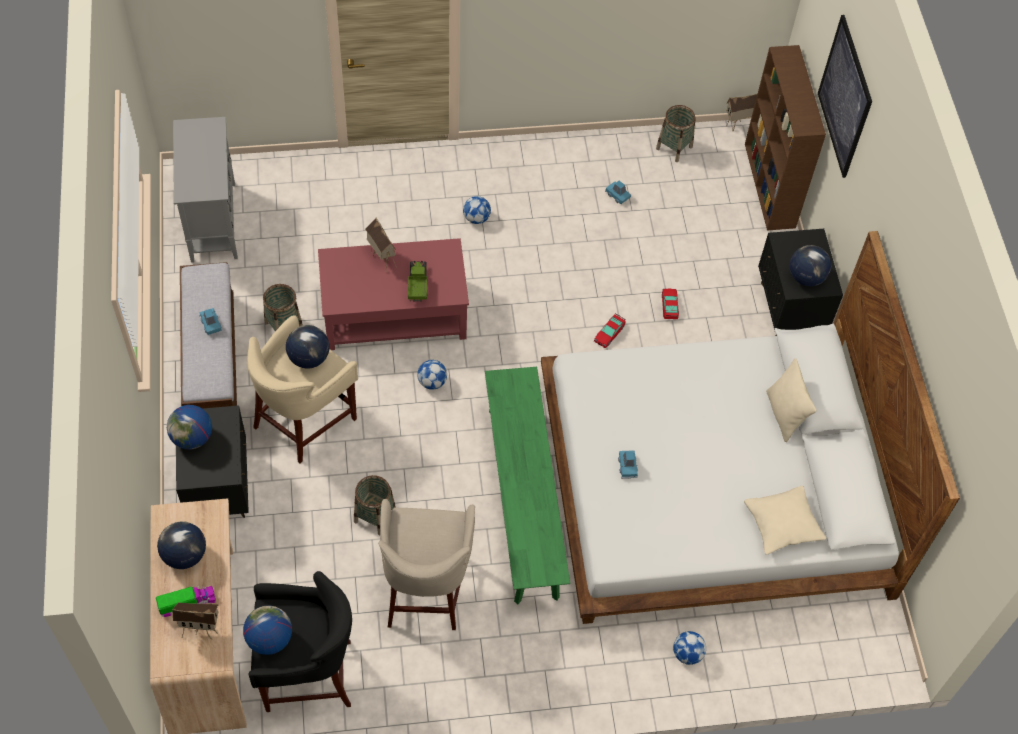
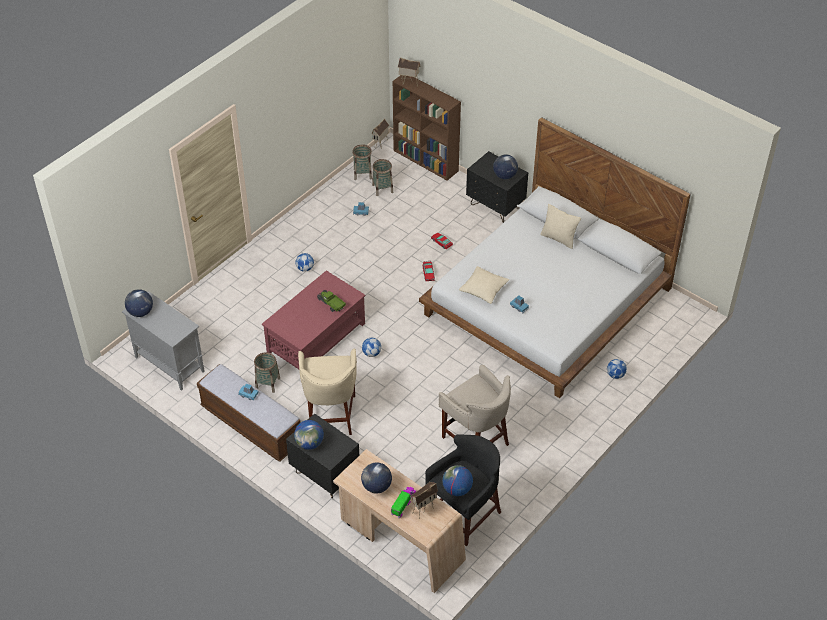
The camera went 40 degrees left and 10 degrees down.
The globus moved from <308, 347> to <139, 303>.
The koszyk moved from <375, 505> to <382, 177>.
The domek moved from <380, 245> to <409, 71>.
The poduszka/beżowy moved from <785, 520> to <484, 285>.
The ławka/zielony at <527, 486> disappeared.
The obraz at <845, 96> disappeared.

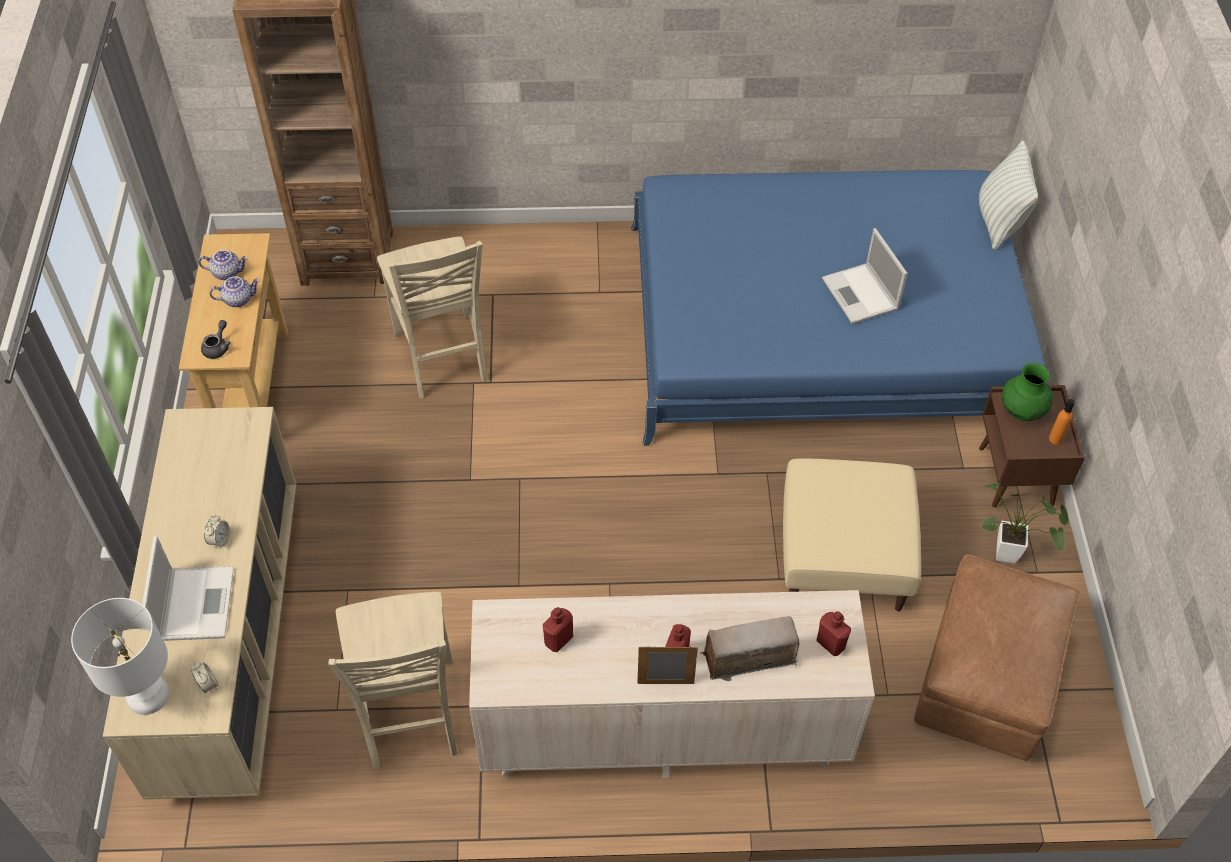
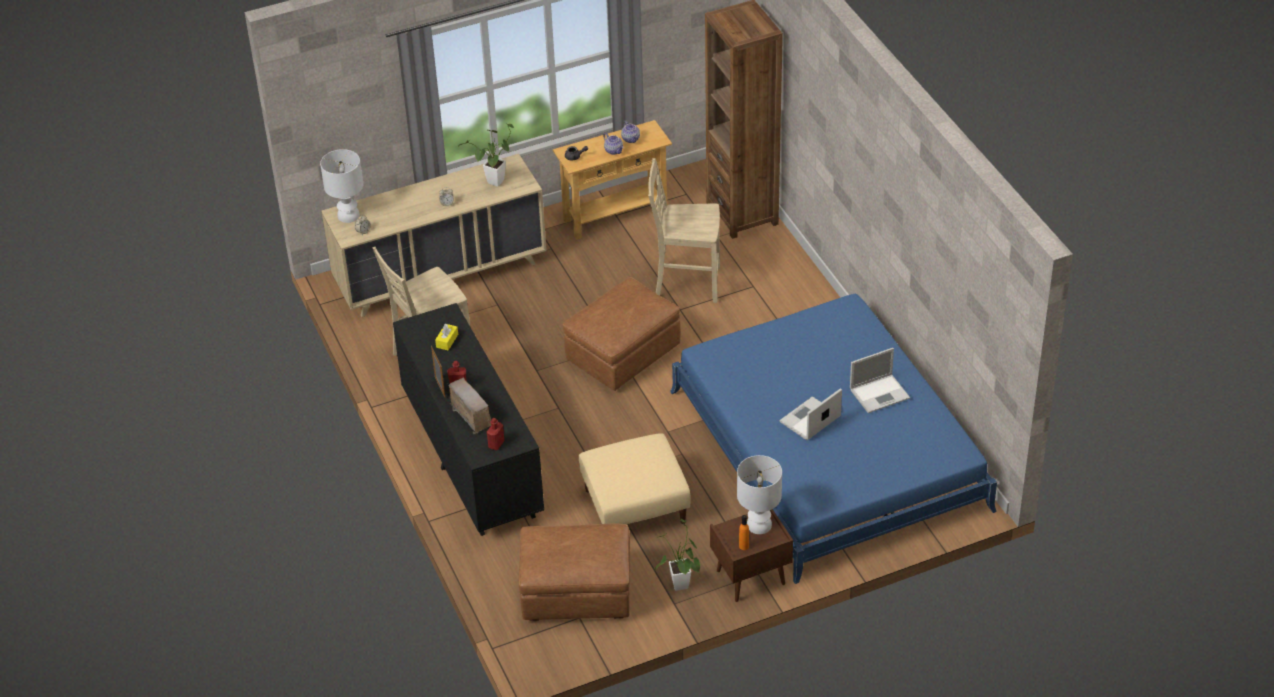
The camera went 70 degrees right and 10 degrees down.
The komoda/beżowy at <672, 684> became the komoda/czarny at <468, 419>.
The butelka/czerwony at <558, 629> was replaced by the pudełko chusteczek/żółty at <446, 337>.
The roślina doniczkowa at <486, 155> appeared.
The pufa/brązowy at <622, 334> appeared.
The krzesło/beżowy at <432, 317> turned 45 degrees clockwise.
The wazon/zielony at <1027, 392> was replaced by the lampa stołowa/biały at <759, 494>.
The laptop moved from <188, 588> to <880, 380>.
The poduszka at <1008, 195> disappeared.

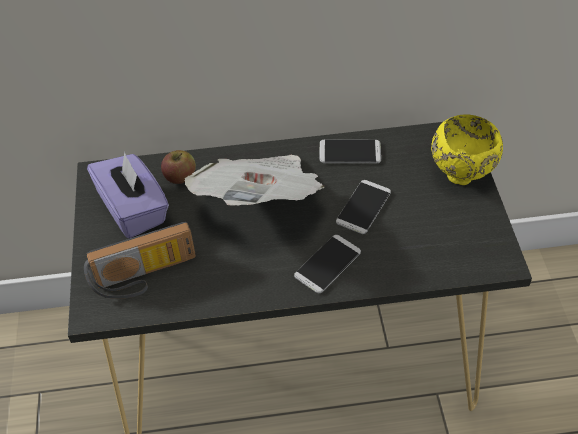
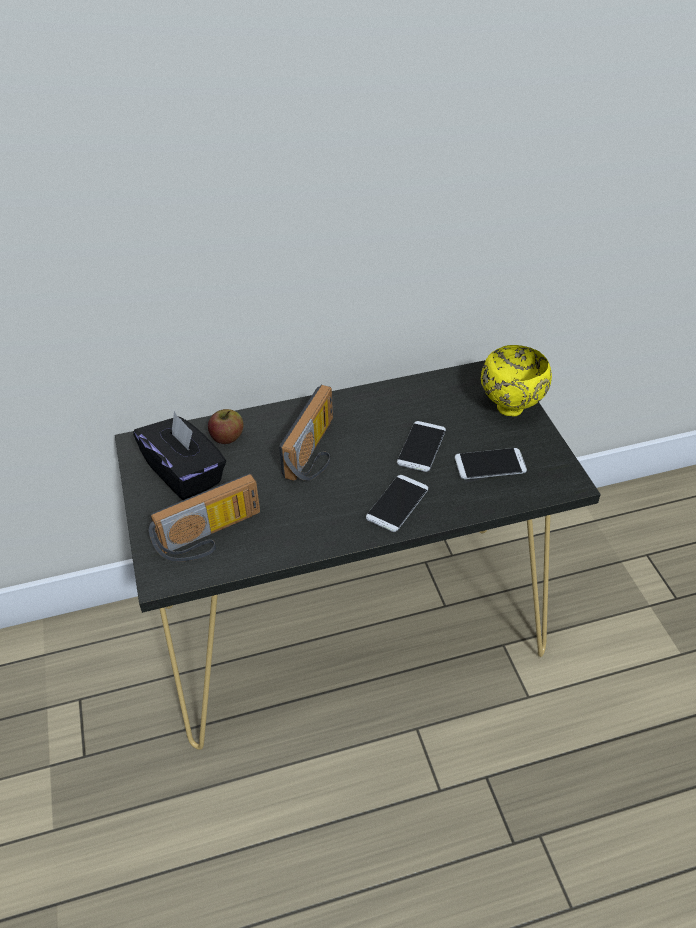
The camera went 10 degrees left and 5 degrees down.
The pudełko chusteczek/fioletowy at <128, 195> became the pudełko chusteczek/czarny at <179, 455>.
The gazeta at <254, 180> was replaced by the radio at <306, 433>.
The telefon moved from <350, 151> to <491, 463>.

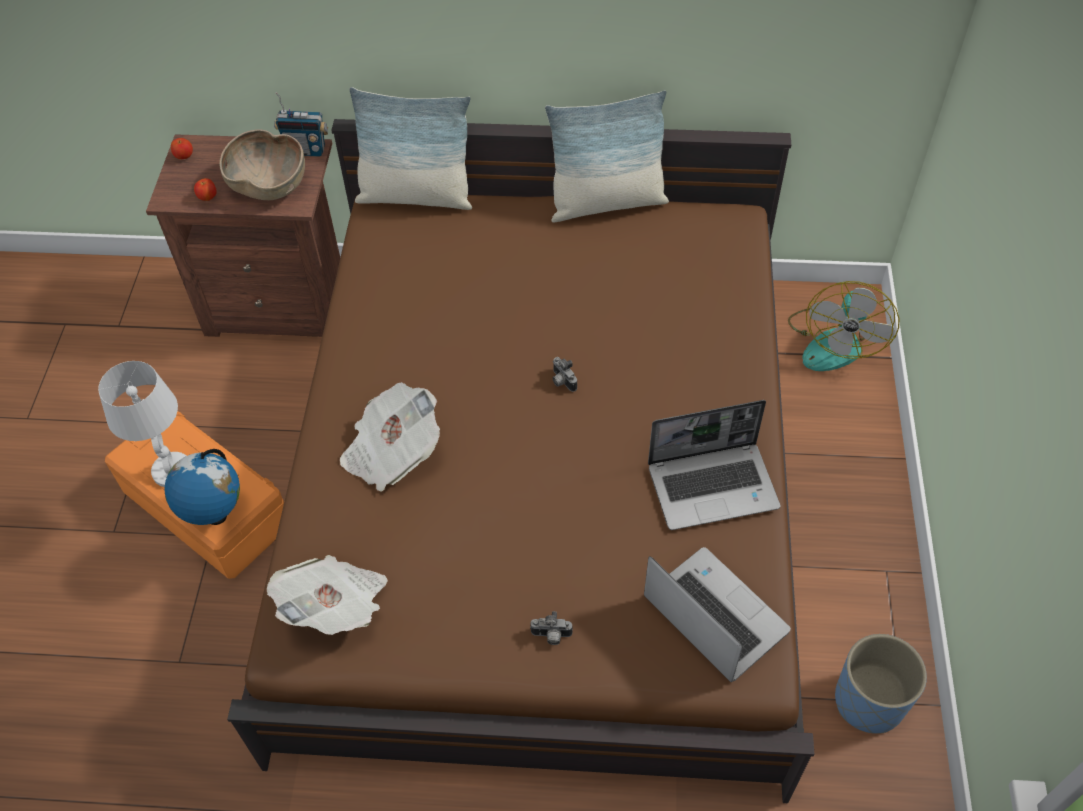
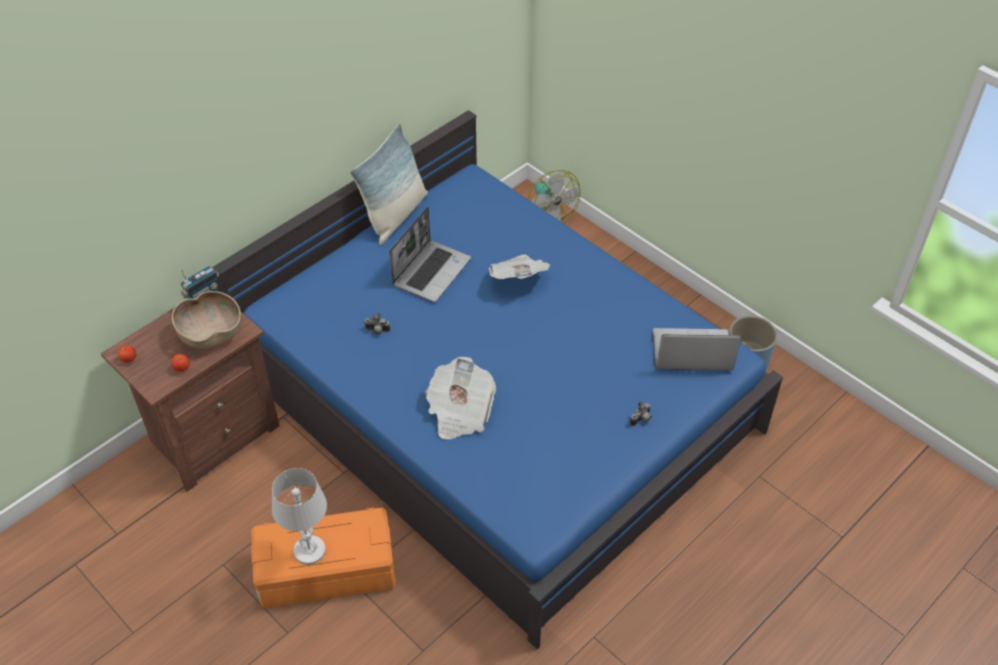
The camera went 50 degrees left and 5 degrees down.
The łóżko/brązowy at <520, 461> became the łóżko/niebieski at <497, 379>.
The aparat fotograficzny moved from <564, 374> to <377, 324>.
The laptop moved from <714, 465> to <430, 254>.
The gazeta moved from <327, 595> to <519, 267>.
The globus at <202, 487> disappeared.
The poduszka at <411, 148> disappeared.

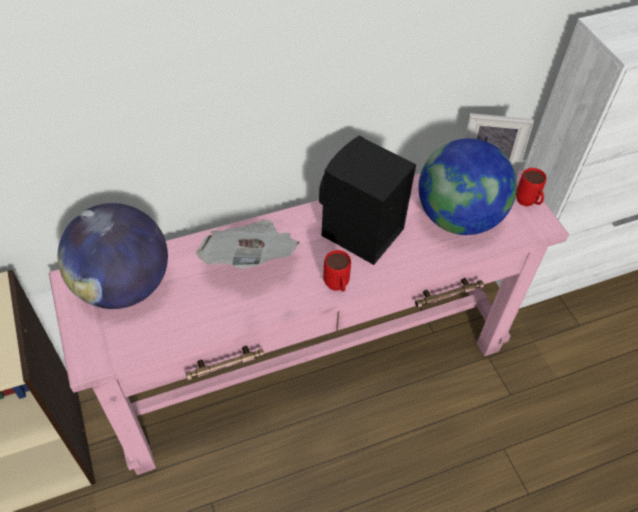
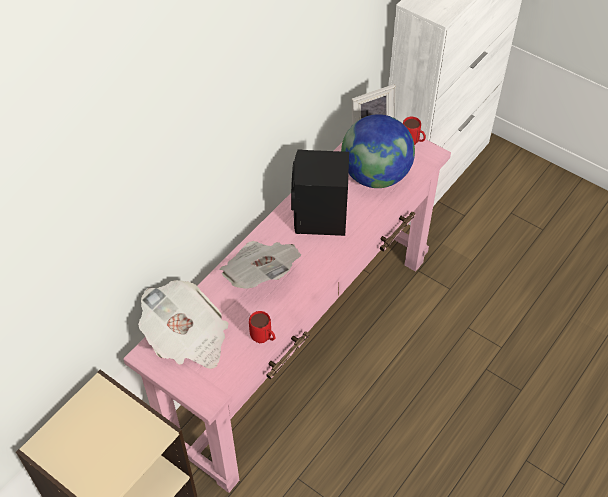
The camera went 30 degrees left and 0 degrees up.
The globus at <113, 256> was replaced by the gazeta at <183, 324>.
The kubek/czerwony moved from <337, 271> to <262, 327>.

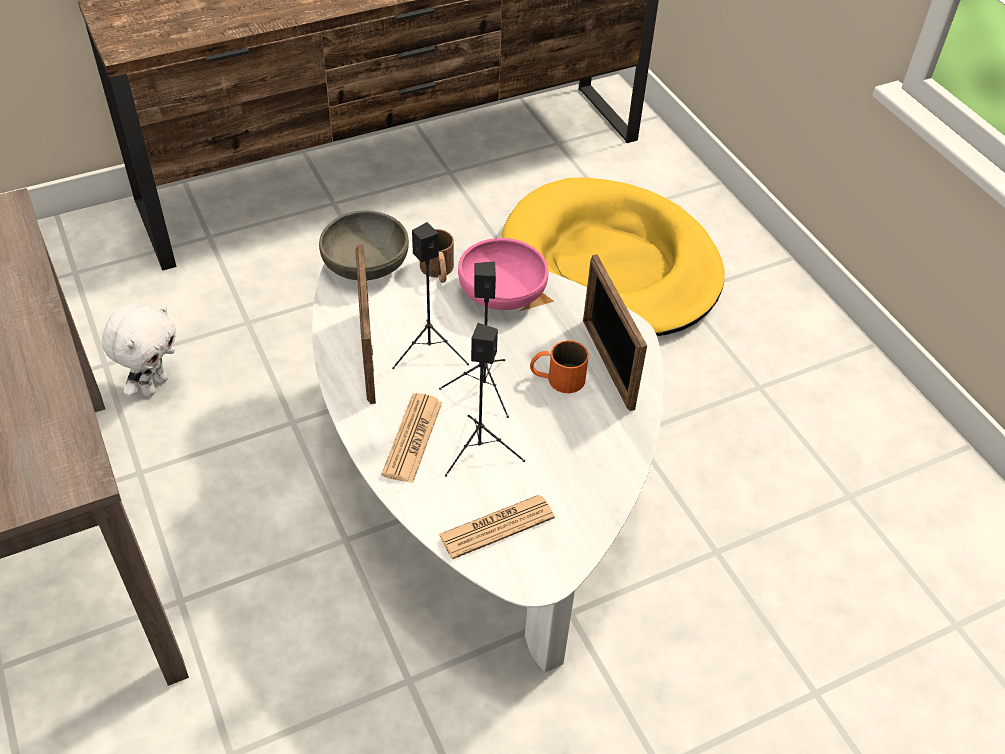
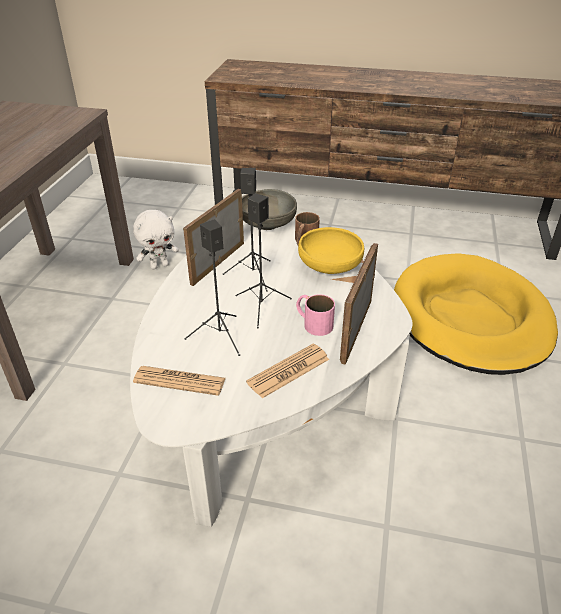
The camera went 40 degrees right and 10 degrees down.
The gazeta moved from <411, 438> to <287, 371>.
The kubek/pomarańczowy at <559, 366> became the kubek/różowy at <315, 315>.
The miska/różowy at <503, 274> became the miska/żółty at <331, 250>.

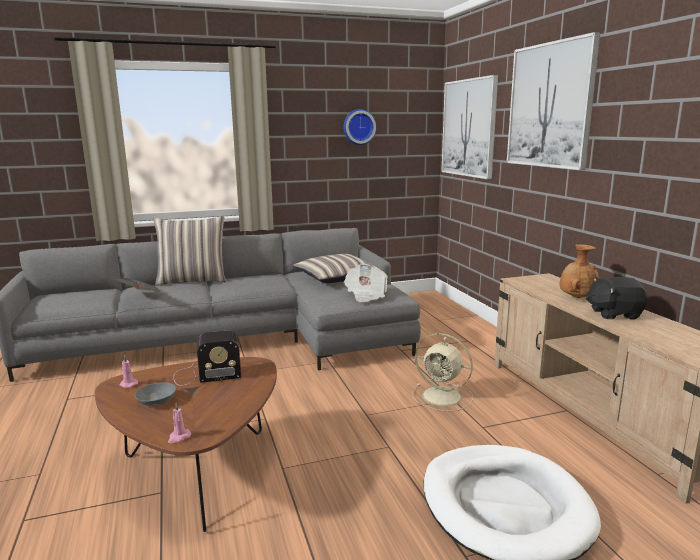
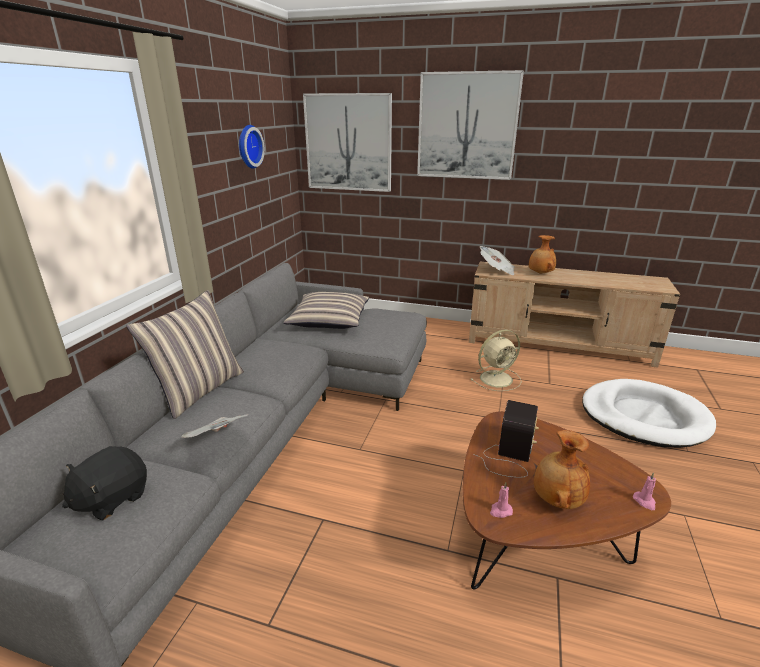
The camera went 55 degrees left and 10 degrees up.
The pluszak/czarny moved from <617, 298> to <104, 483>.
The gazeta moved from <366, 283> to <497, 260>.
The miska/szary at <155, 394> was replaced by the wazon/brązowy at <562, 469>.

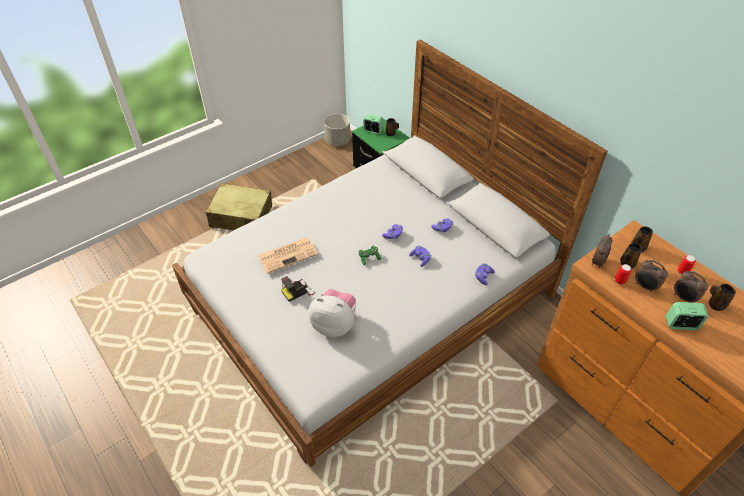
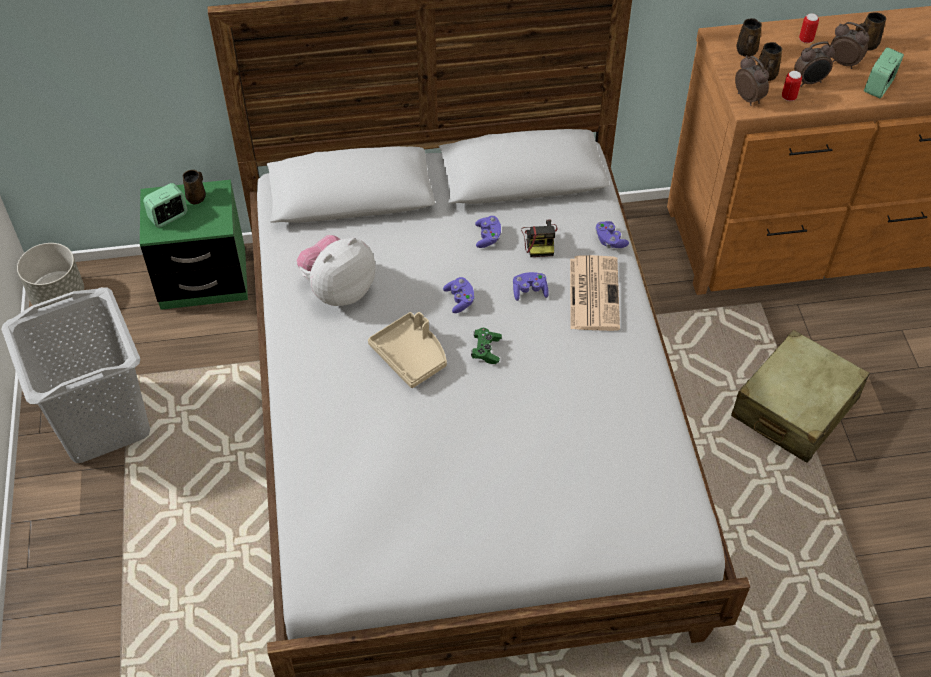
The camera went 60 degrees left and 5 degrees up.
The kosz na pranie/szary at <75, 375> appeared.
The pluszak moved from <332, 313> to <336, 270>.
The taca/beżowy at <407, 350> appeared.
The aparat fotograficzny moved from <298, 289> to <539, 238>.
The gazeta moved from <288, 256> to <595, 293>.
The walizka/beżowy moved from <239, 207> to <800, 396>.
The budzik at <691, 287> turned 135 degrees counterclockwise.

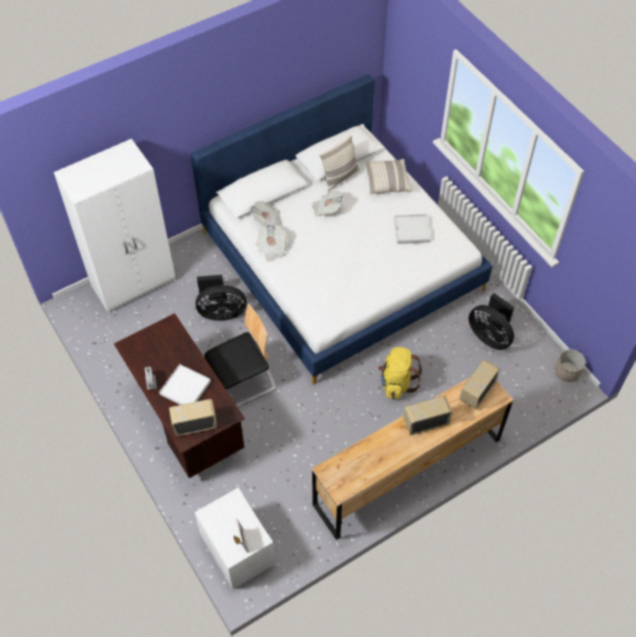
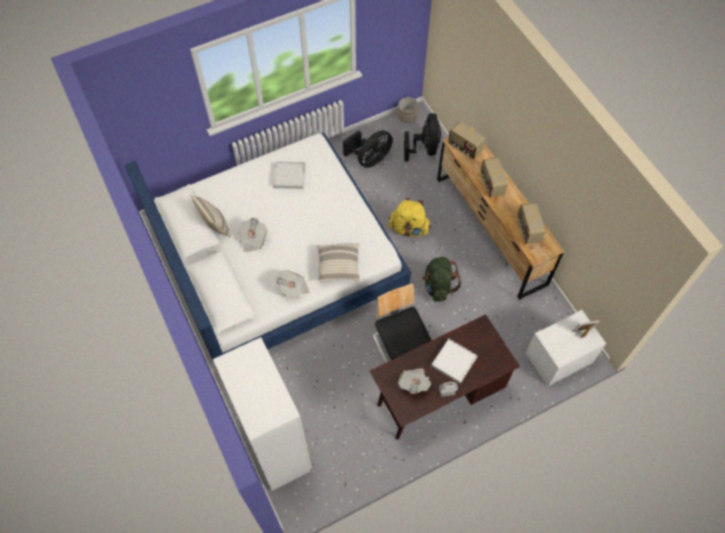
The camera went 85 degrees left and 5 degrees up.
The poduszka moved from <388, 176> to <338, 262>.
The gazeta moved from <266, 214> to <415, 381>.
The wentylator/czarny moved from <221, 298> to <422, 137>.
The plecak/zielony at <441, 279> appeared.
The radio moved from <193, 417> to <531, 223>.

